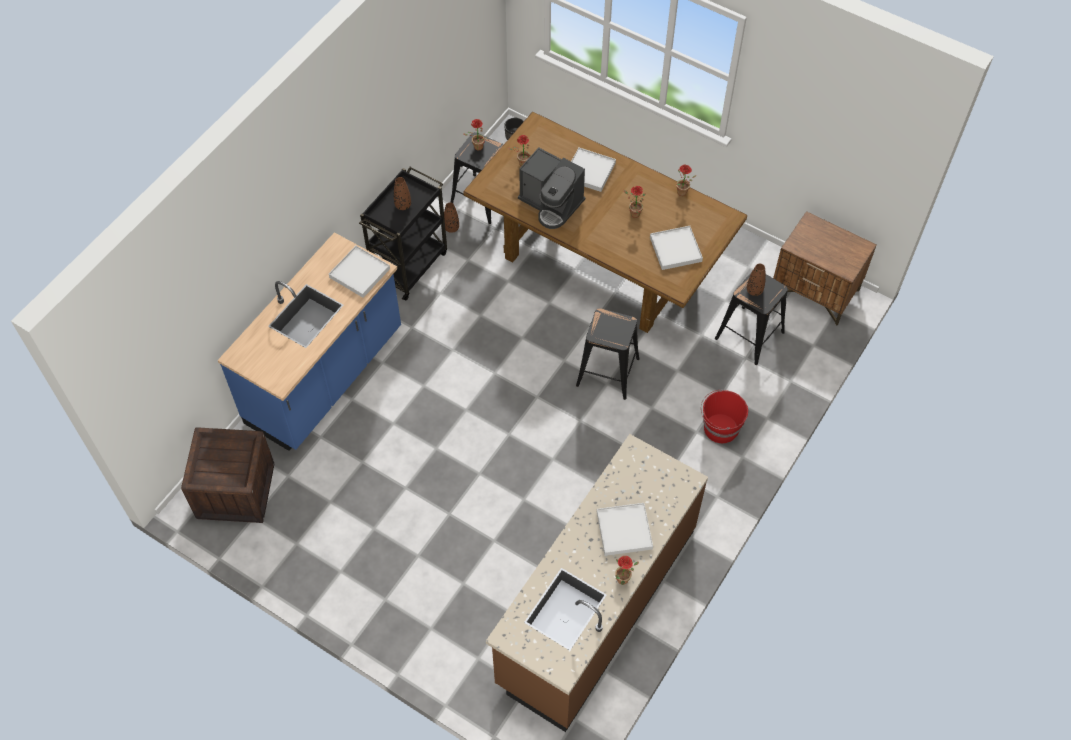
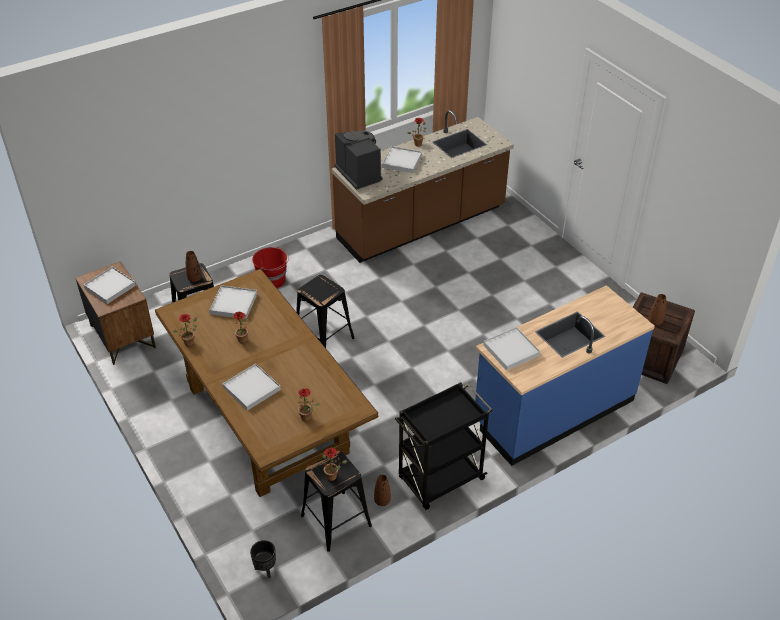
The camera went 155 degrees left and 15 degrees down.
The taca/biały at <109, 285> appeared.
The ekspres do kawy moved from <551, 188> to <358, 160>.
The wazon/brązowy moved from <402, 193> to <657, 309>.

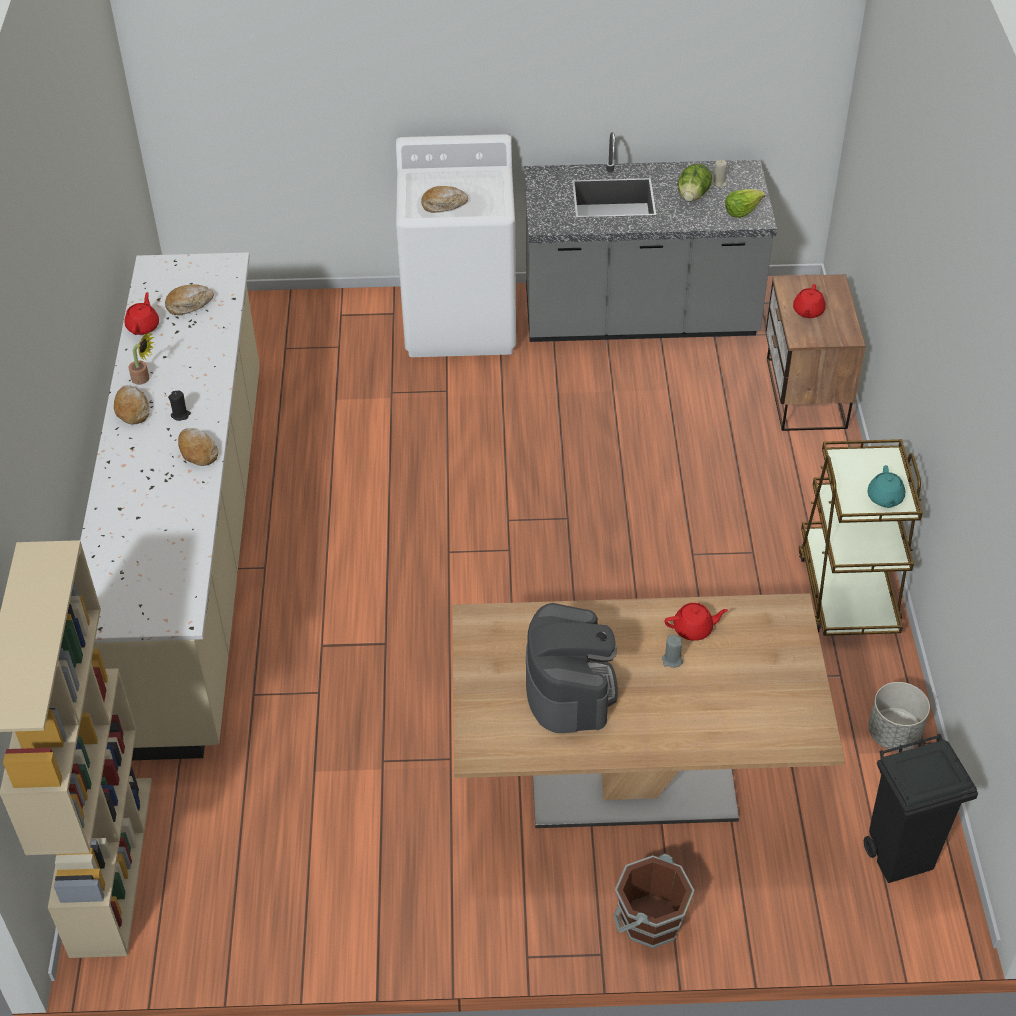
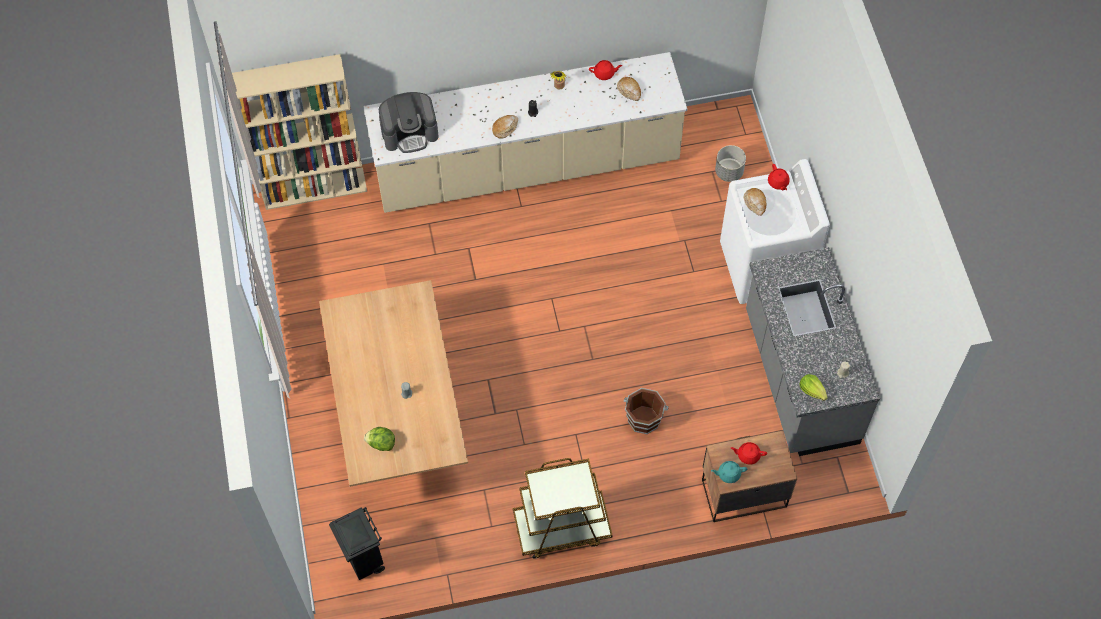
The camera went 80 degrees right and 15 degrees up.
The sałata moved from <694, 183> to <379, 439>.
The ekspres do kawy moved from <572, 668> to <409, 122>.
The wiadro/brązowy moved from <654, 900> to <646, 411>.
The imbryk/turkusowy moved from <886, 486> to <729, 472>.
The donica/szary moved from <899, 716> to <730, 163>.
The imbryk/czerwony moved from <696, 622> to <779, 177>.
The chleb at <132, 404> disappeared.

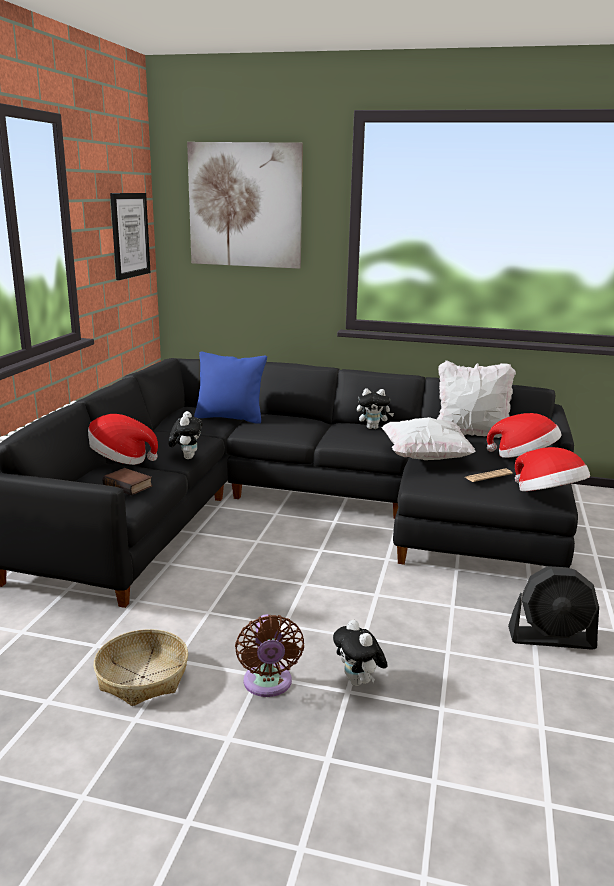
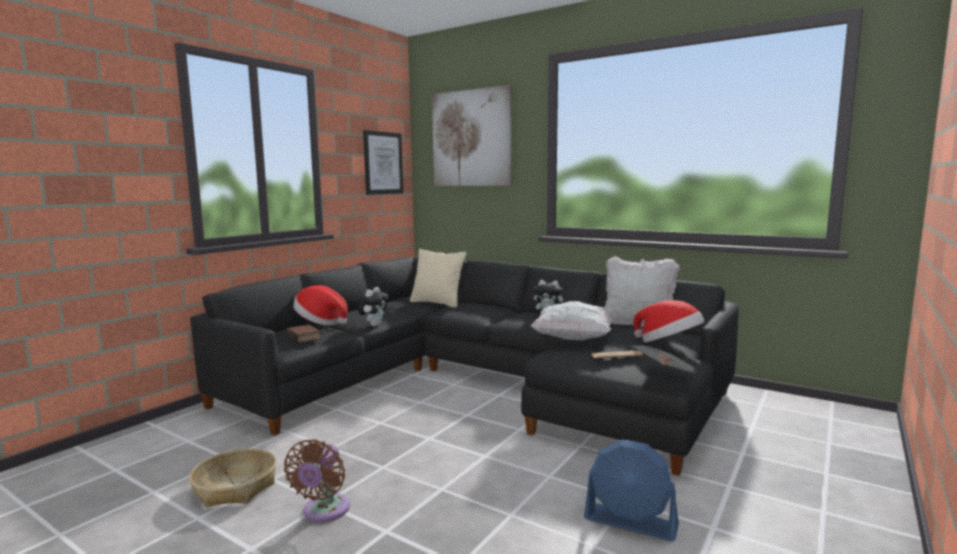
The camera went 20 degrees right and 10 degrees down.
The poduszka/niebieski at <230, 387> became the poduszka/beżowy at <438, 278>.
The wentylator/czarny at <553, 608> became the wentylator/niebieski at <631, 490>.
The kapelusz at <552, 469> was replaced by the gazeta at <664, 358>.
The pluszak at <360, 653> disappeared.

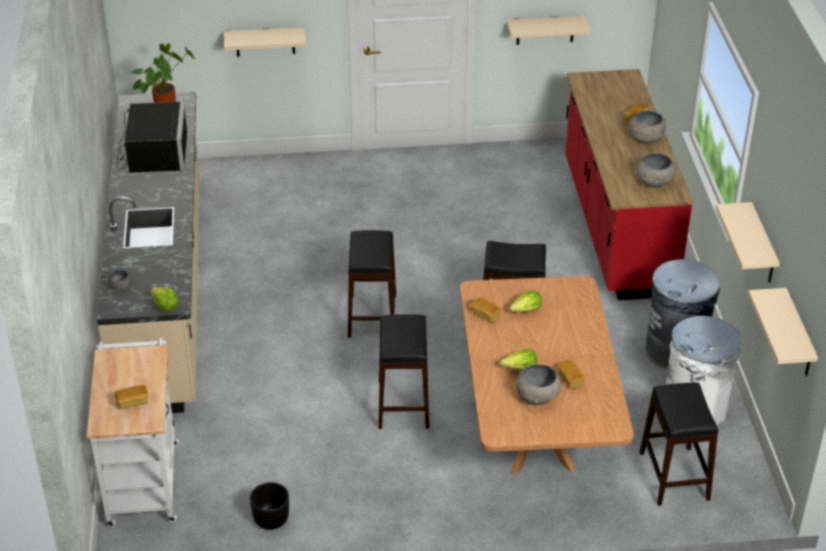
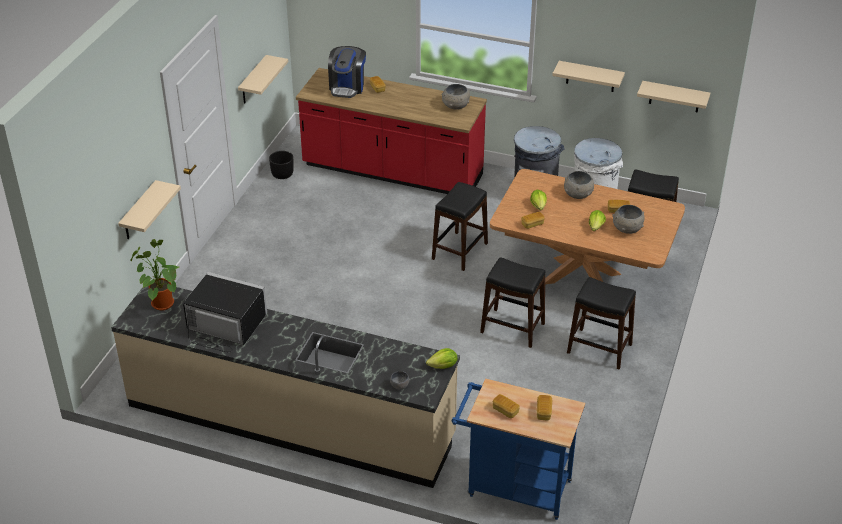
The camera went 65 degrees left and 0 degrees up.
The donica/czarny moved from <269, 506> to <281, 165>.
The ekspres do kawy at <347, 72> appeared.
The wózek/biały at <133, 432> became the wózek/niebieski at <518, 449>.
The chleb at <506, 406> appeared.
The miska/szary moved from <647, 127> to <579, 185>.
The stołek/czarny moved from <372, 284> to <601, 323>.

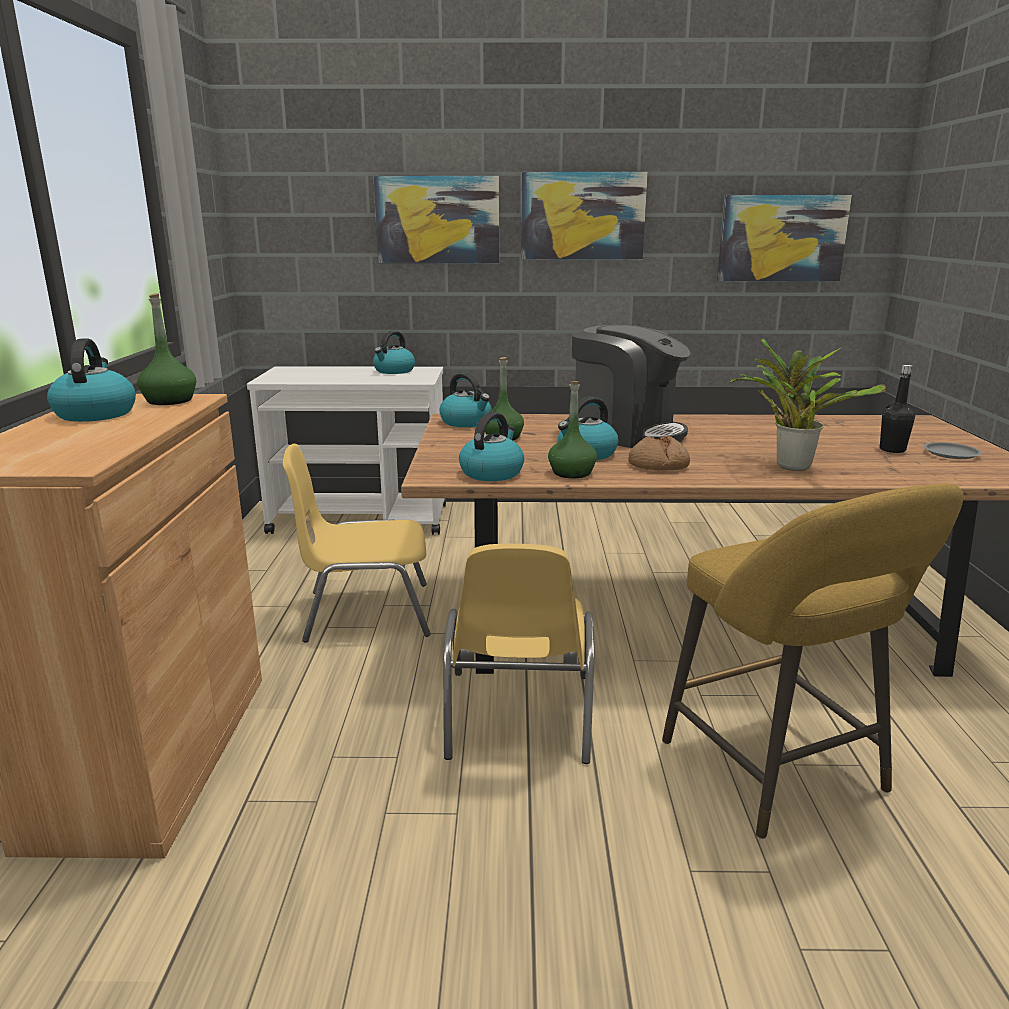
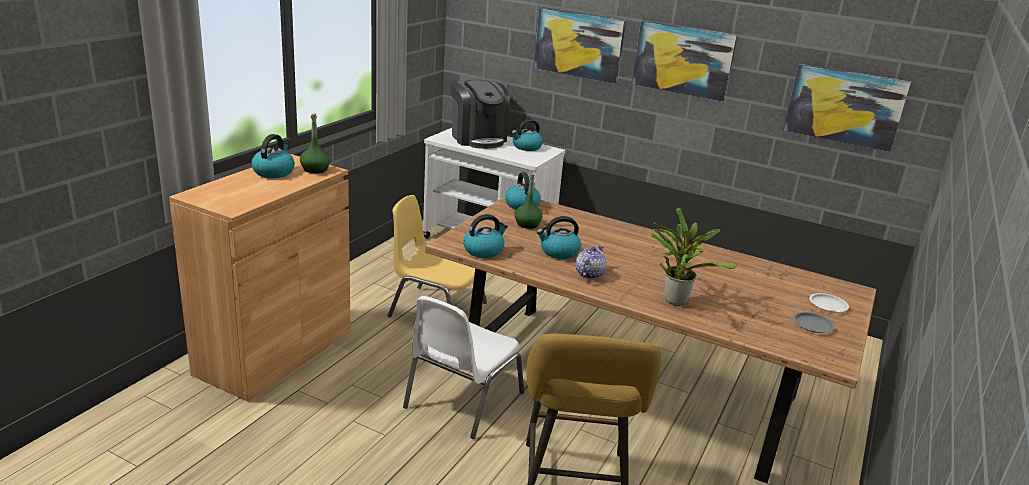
The camera went 25 degrees right and 5 degrees up.
The krzesło/żółty at <519, 654> became the krzesło/biały at <463, 367>.
The ekspres do kawy moved from <631, 386> to <480, 114>.
The chleb at <659, 453> was replaced by the imbryk at <591, 262>.
The talerz/biały at <829, 302> appeared.
The butelka/zielony at <572, 429> disappeared.
The butelka/czarny at <897, 409> disappeared.

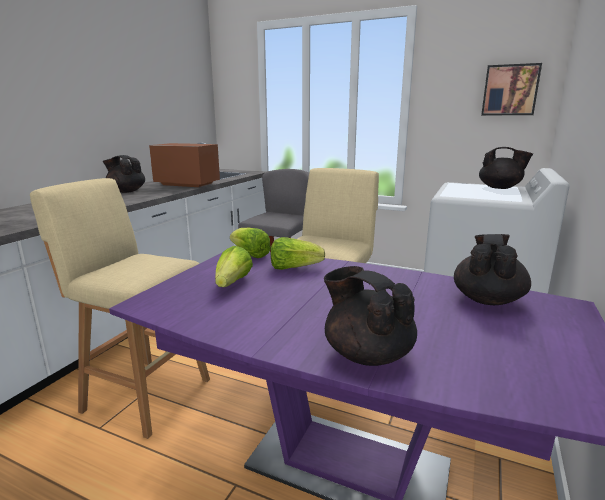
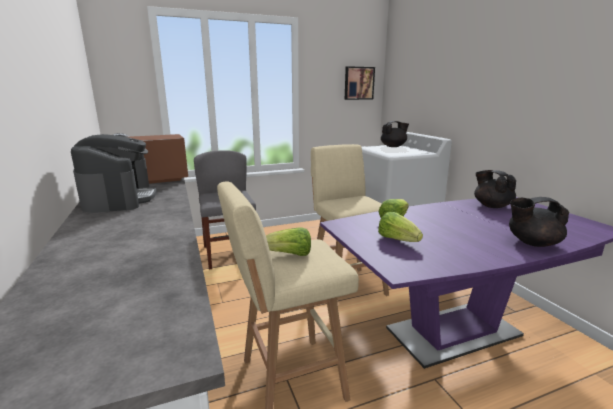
The camera went 45 degrees left and 0 degrees up.
The imbryk/czarny at <124, 174> was replaced by the ekspres do kawy at <114, 173>.
The sałata moved from <250, 243> to <288, 241>.

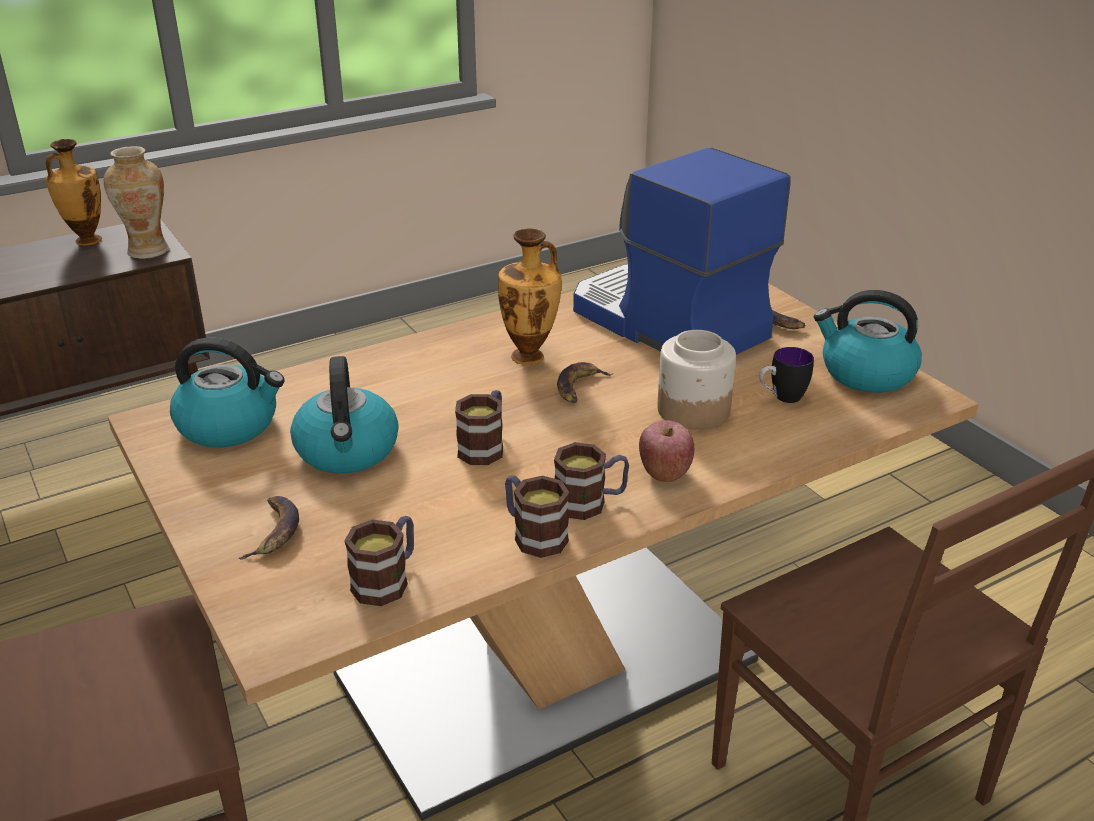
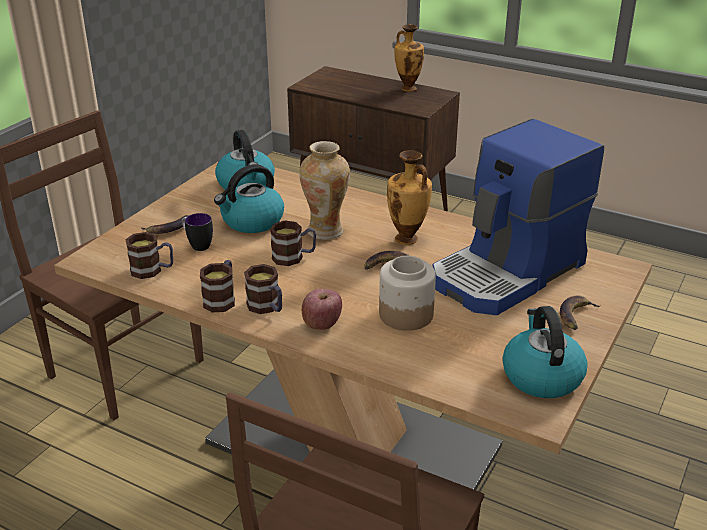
The camera went 60 degrees right and 0 degrees up.
The kubek moved from <786, 375> to <197, 232>.
The wazon moved from <136, 202> to <324, 190>.
The ekspres do kawy at <682, 251> turned 150 degrees counterclockwise.

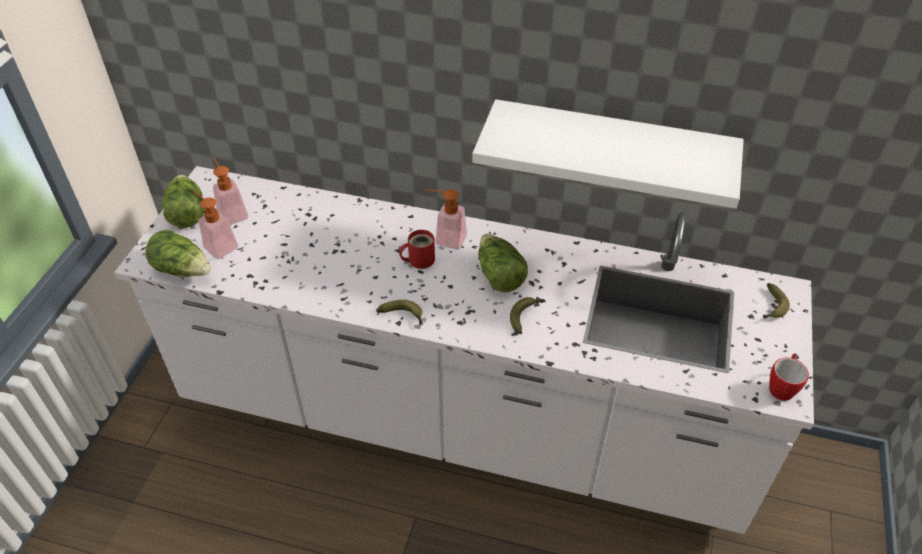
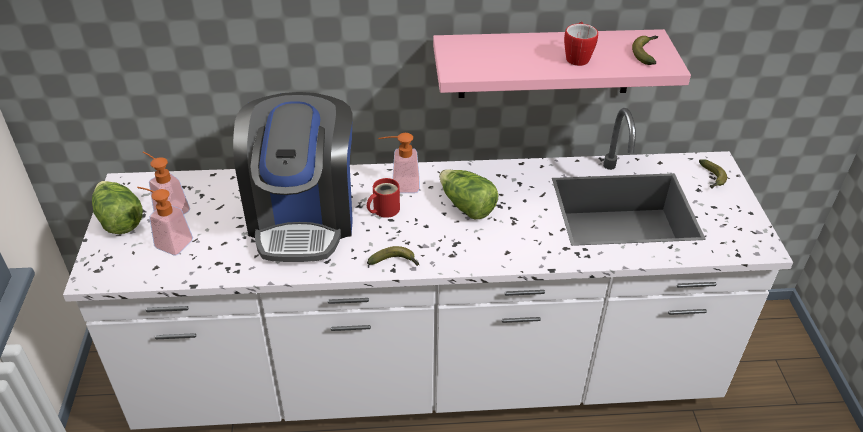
The camera went 20 degrees left and 5 degrees down.
The ekspres do kawy at <293, 177> appeared.
The półka/biały at <608, 154> became the półka/różowy at <562, 63>.
The kubek moved from <789, 377> to <581, 44>.
The banan moved from <528, 315> to <645, 50>.
The sałata at <178, 253> disappeared.

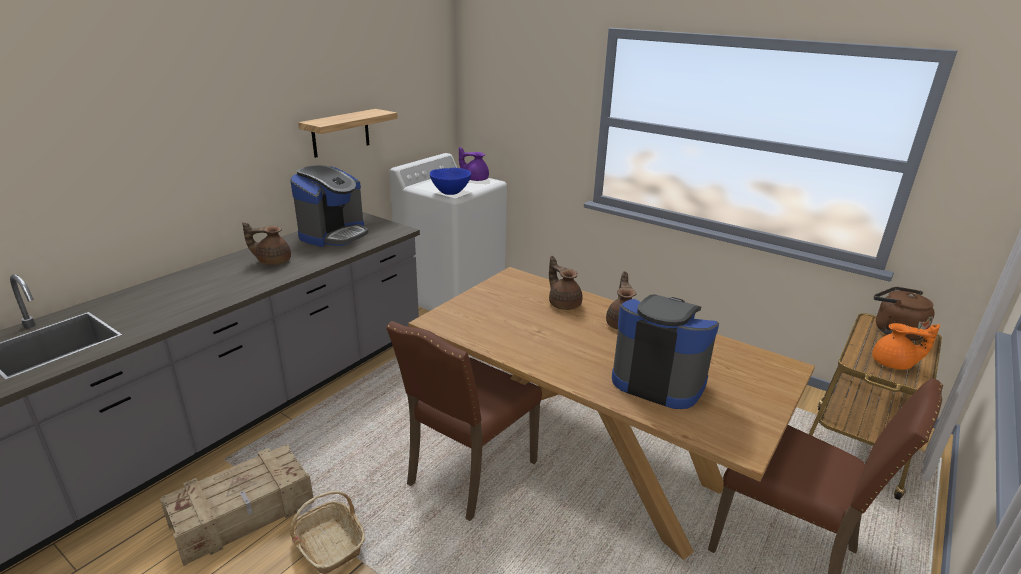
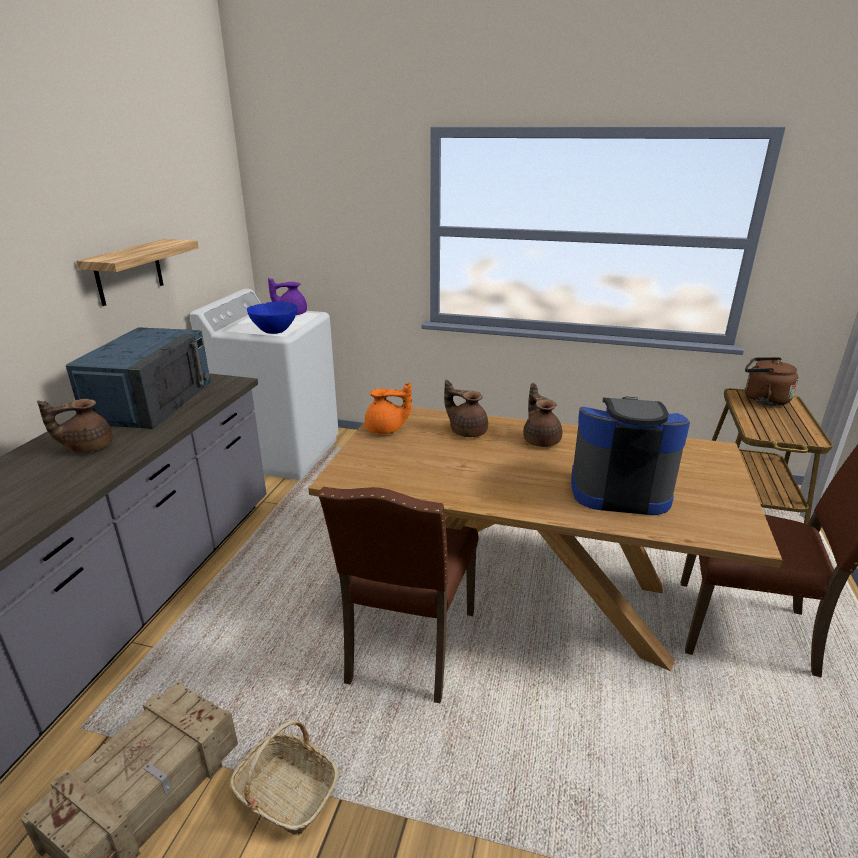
The camera went 20 degrees left and 0 degrees up.
The ekspres do kawy at <329, 206> was replaced by the mikrofalówka/niebieski at <138, 378>.
The imbryk/pomarańczowy moved from <906, 346> to <388, 408>.

